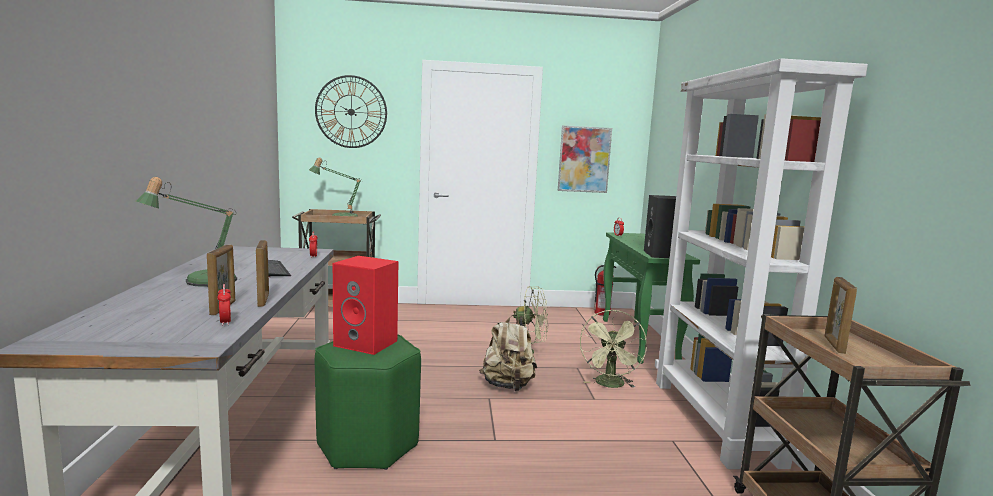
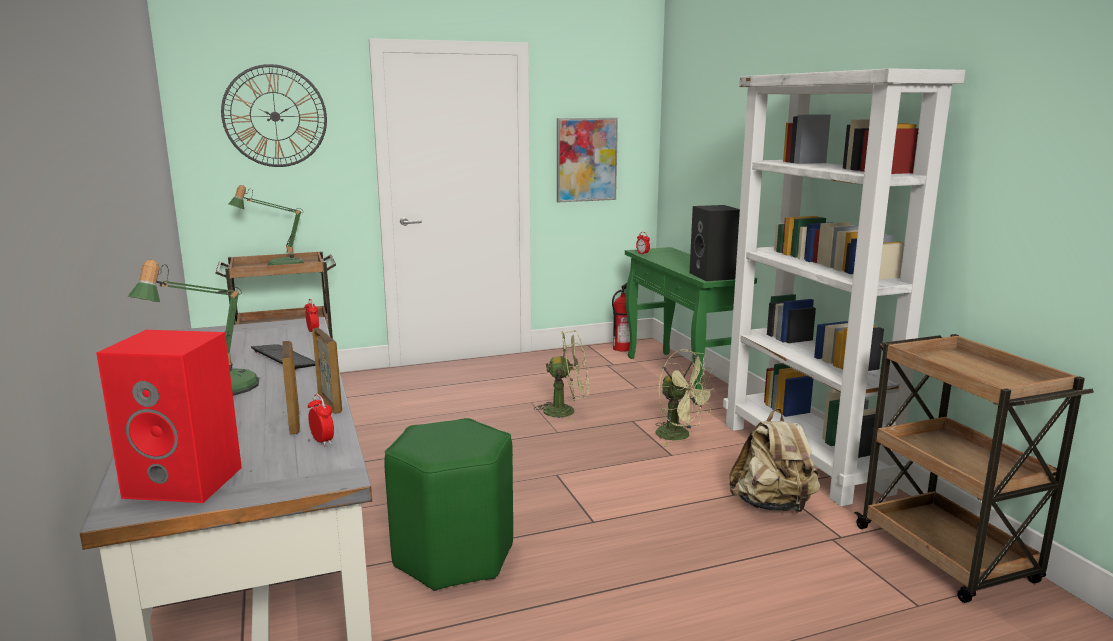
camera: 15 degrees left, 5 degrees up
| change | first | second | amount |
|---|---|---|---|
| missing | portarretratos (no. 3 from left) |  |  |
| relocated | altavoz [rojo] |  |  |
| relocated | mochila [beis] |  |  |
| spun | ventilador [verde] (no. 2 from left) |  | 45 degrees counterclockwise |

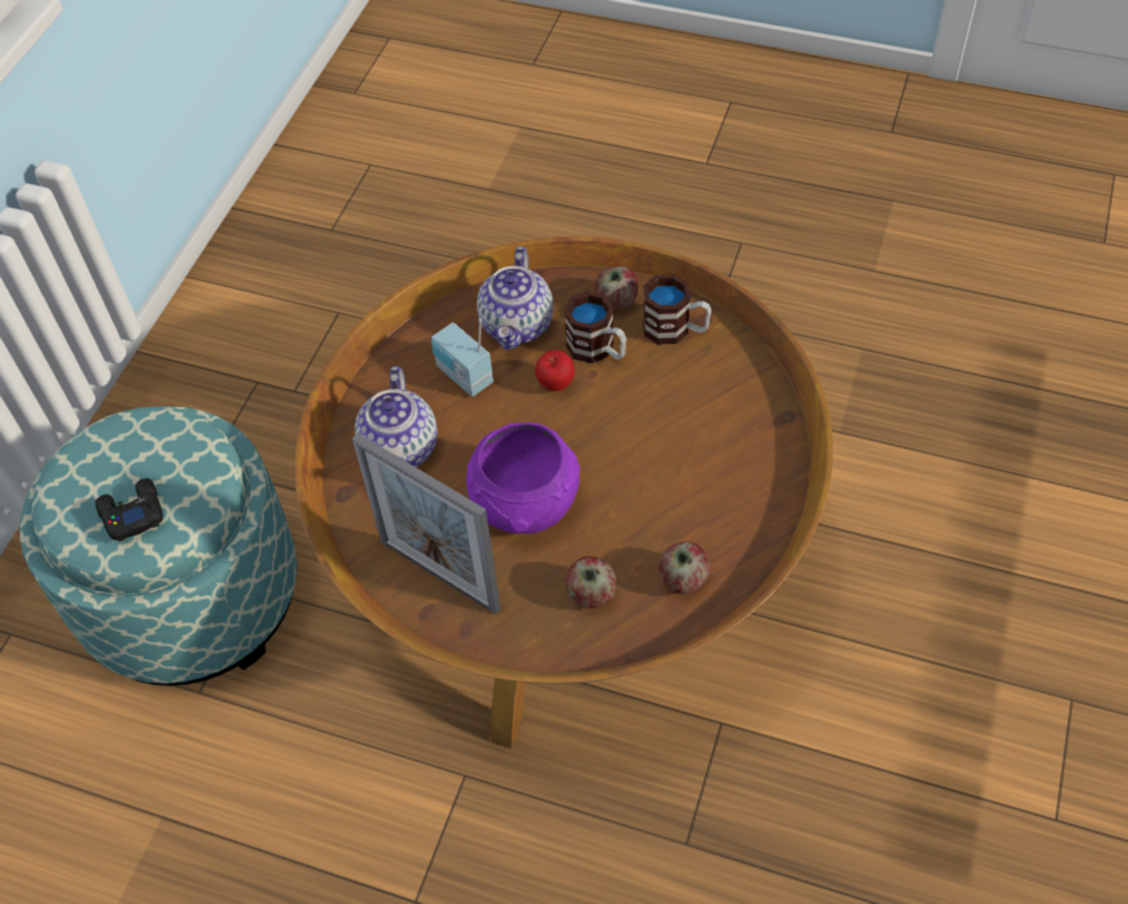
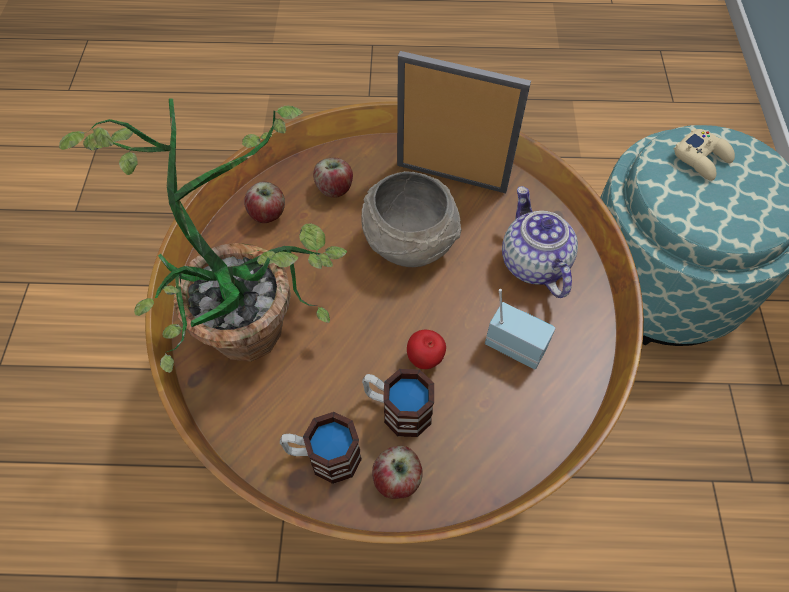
camera: 160 degrees right, 5 degrees up
| change | first | second | amount |
|---|---|---|---|
| missing | tetera (no. 2 from left) |  |  |
| appeared |  | planta en maceta |  |
| colour | mando de consola [negro] | mando de consola [beis] |  |
| colour | cuenco [morado] | cuenco [gris] |  |

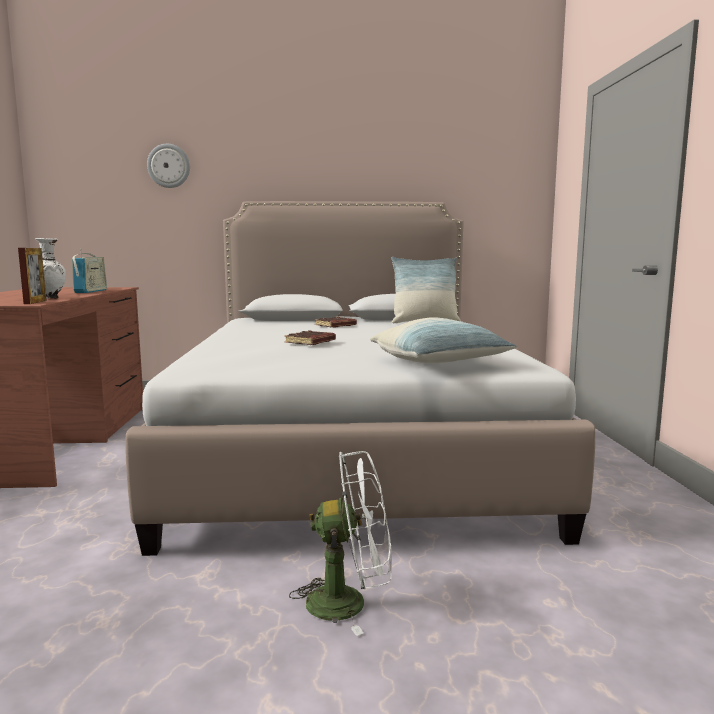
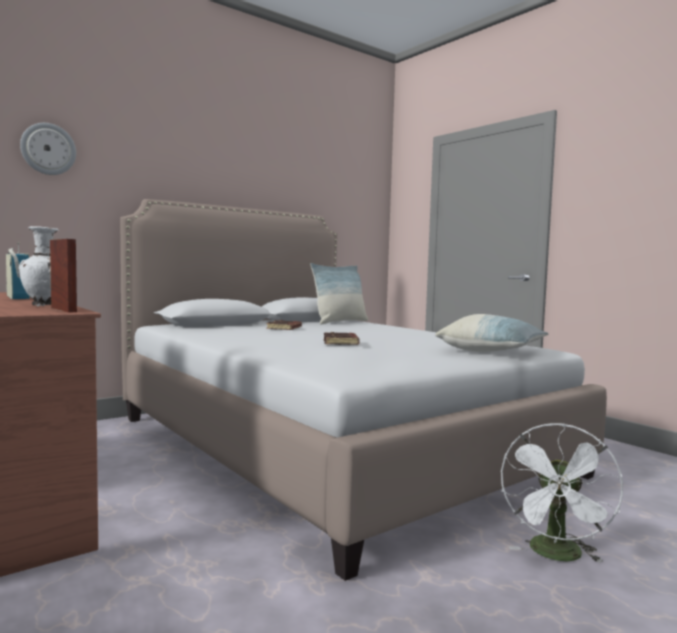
camera: 35 degrees left, 5 degrees down
| change | first | second | amount |
|---|---|---|---|
| spun | ventilador [blanco] |  | 150 degrees clockwise |

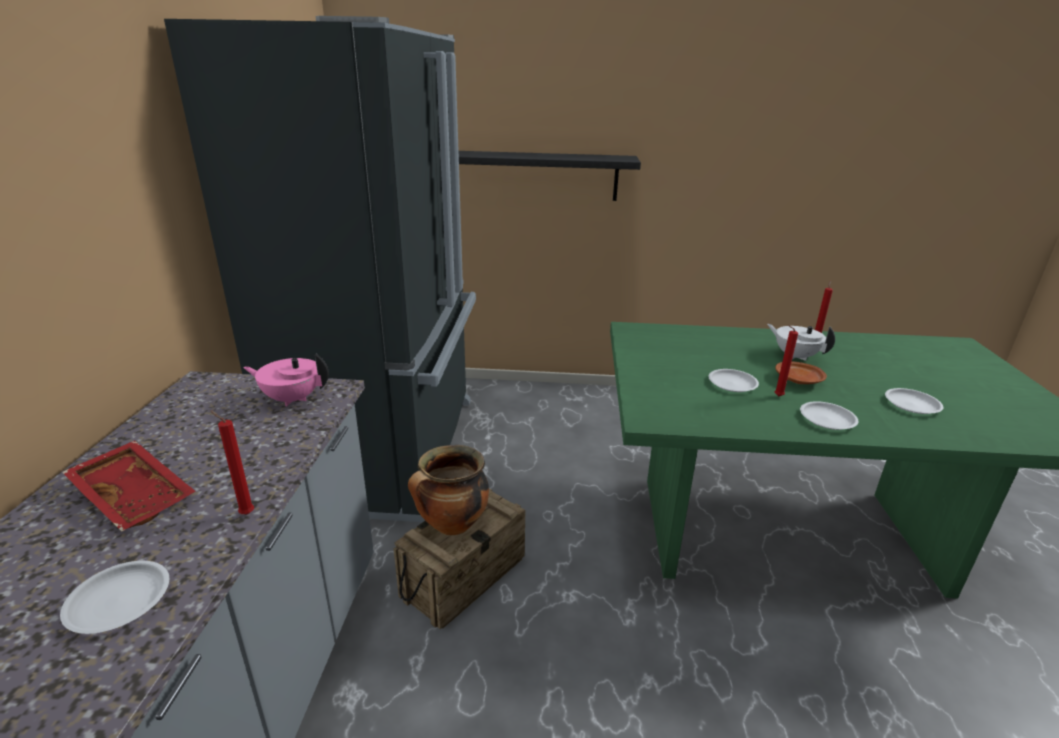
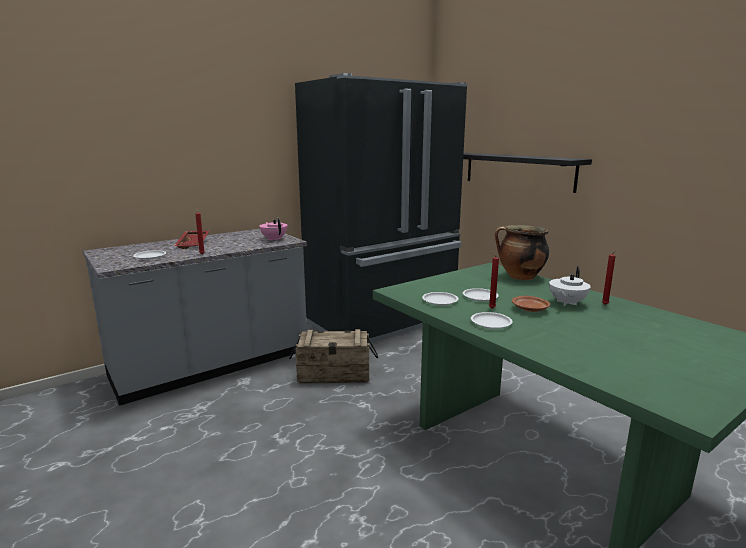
camera: 50 degrees right, 10 degrees down
| change | first | second | amount |
|---|---|---|---|
| relocated | olla |  |  |
| relocated | plato [blanco] (no. 4 from left in the first image) | plato [blanco] (no. 2 from left) |  |
| spun | tetera [blanco] |  | 150 degrees counterclockwise |

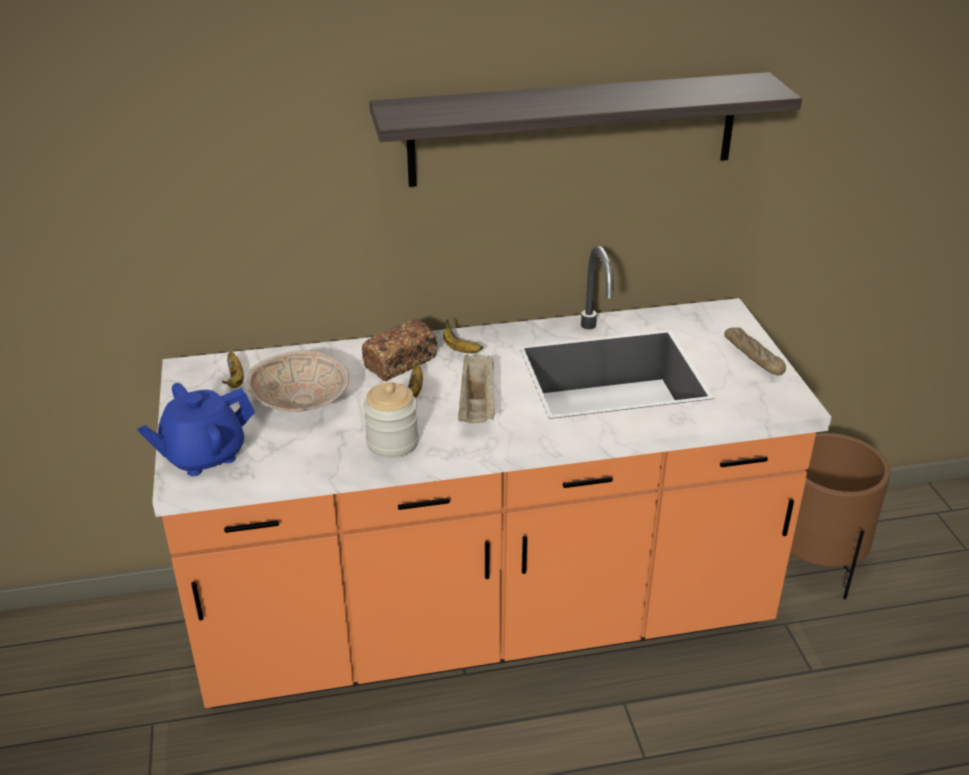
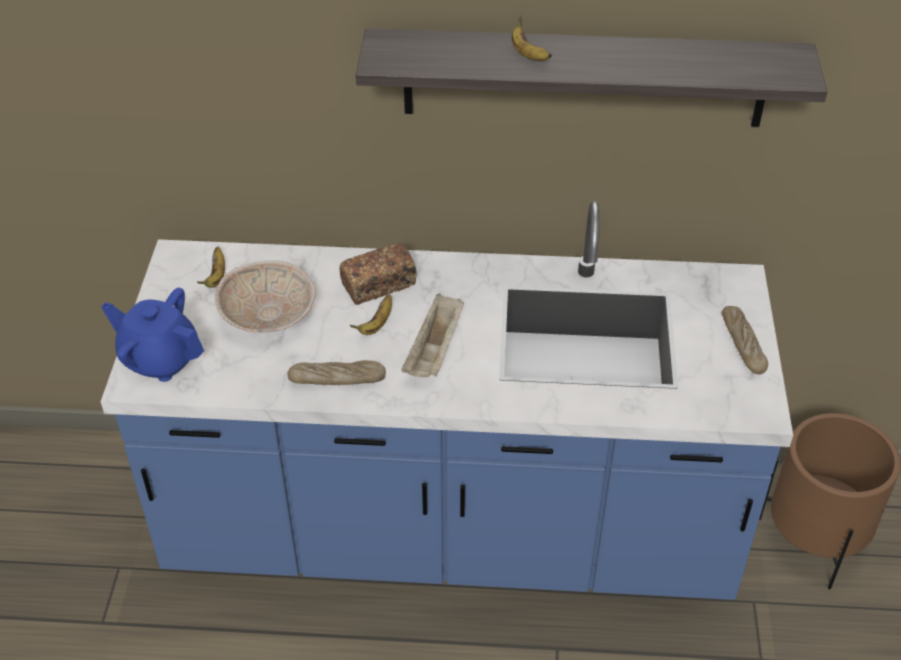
camera: 15 degrees right, 10 degrees up
| change | first | second | amount |
|---|---|---|---|
| relocated | plátano (no. 3 from left) |  |  |
| exchanged | tarro | pan (no. 1 from left) |  |
| colour | mueble bajo de cocina [naranja] | mueble bajo de cocina [azul] |  |
| spun | tetera [azul] |  | 45 degrees clockwise |

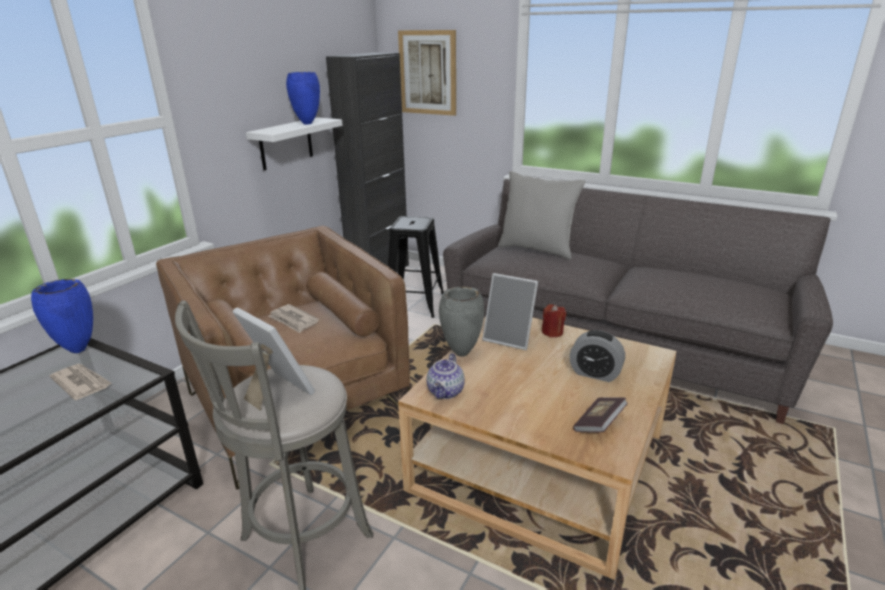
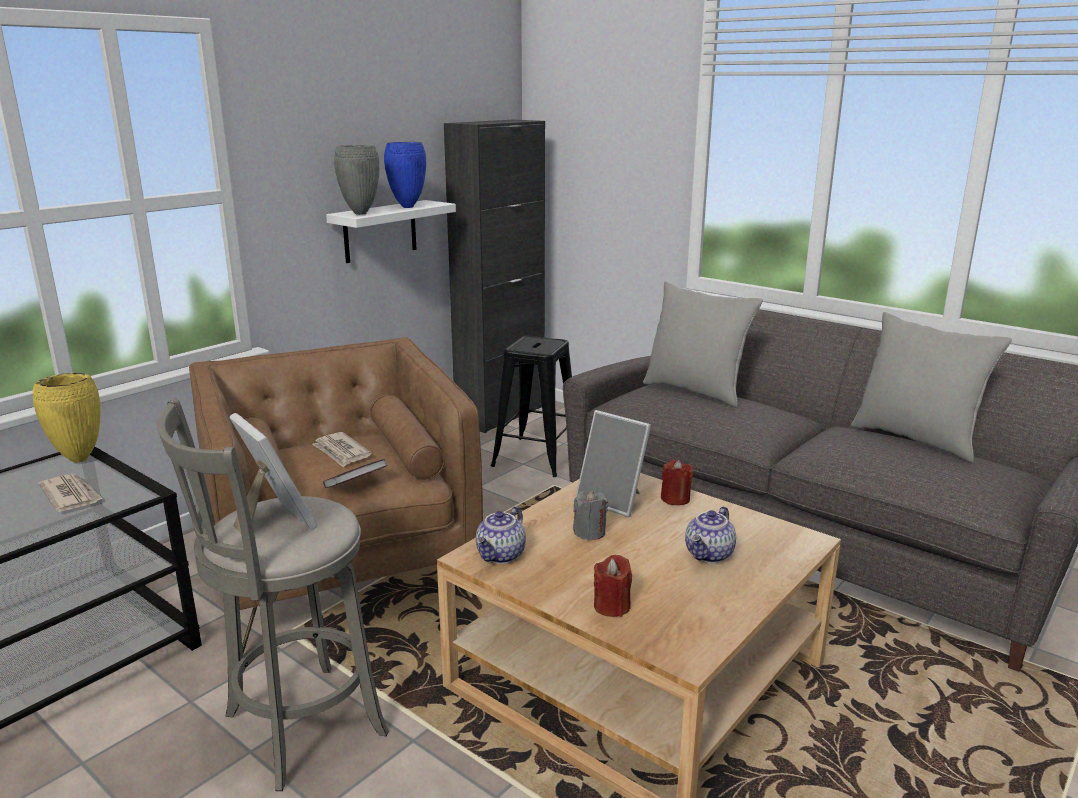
camera: 10 degrees right, 5 degrees down
| change | first | second | amount |
|---|---|---|---|
| missing | cuadro |  |  |
| appeared |  | vela [gris] |  |
| appeared |  | vela [rojo] (no. 1 from left) |  |
| appeared |  | cojín [gris] (no. 2 from left) |  |
| relocated | florero [gris] |  |  |
| relocated | libro |  |  |
| exchanged | despertador | tetera (no. 2 from left) |  |
| colour | florero [azul] (no. 1 from left) | florero [amarillo] |  |

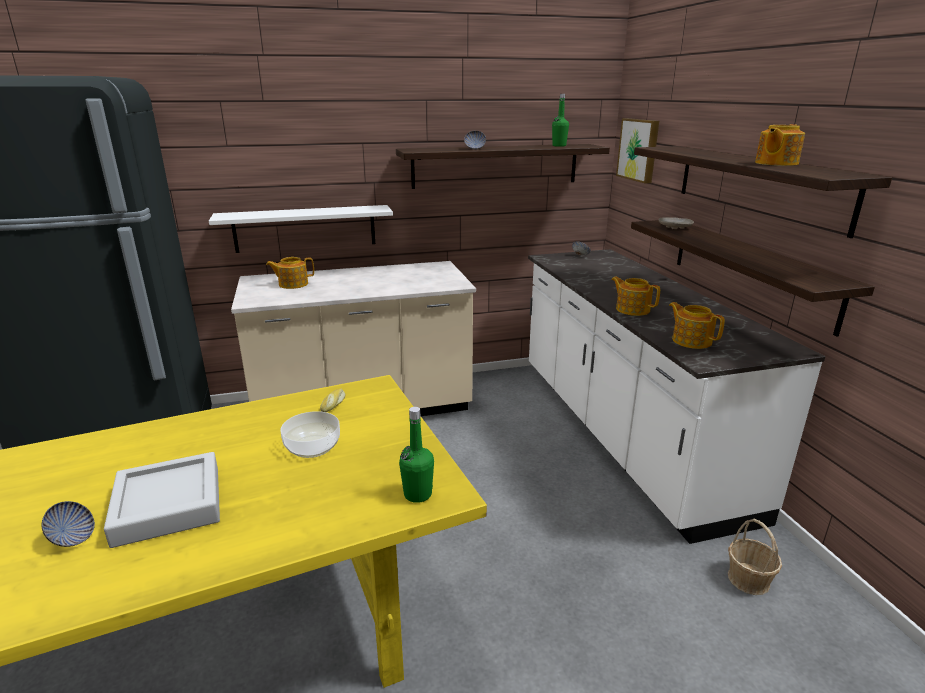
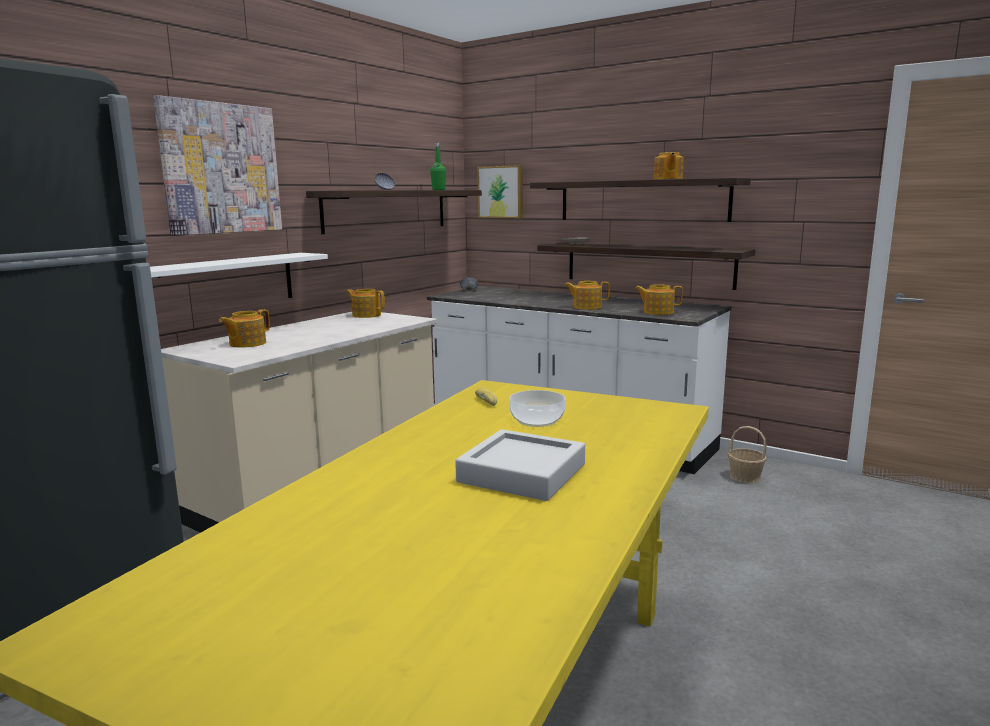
camera: 40 degrees left, 10 degrees down
| change | first | second | amount |
|---|---|---|---|
| missing | cuenco (no. 1 from left) |  |  |
| missing | botella [verde] (no. 1 from left) |  |  |
| appeared |  | cuadro (no. 1 from left) |  |
| appeared |  | tetera (no. 2 from left) |  |

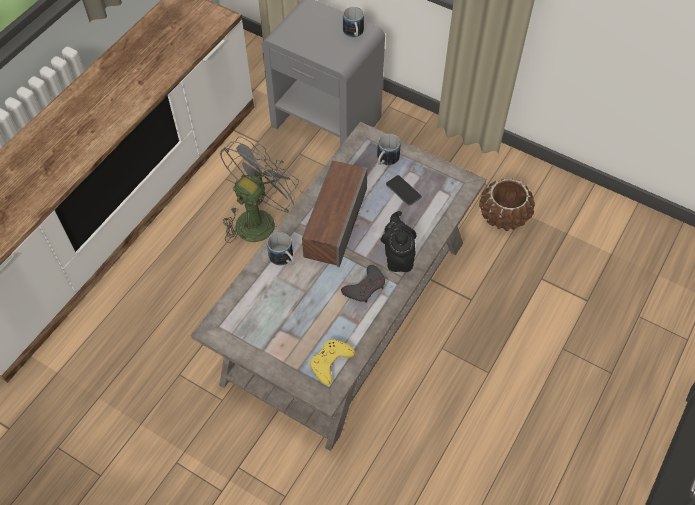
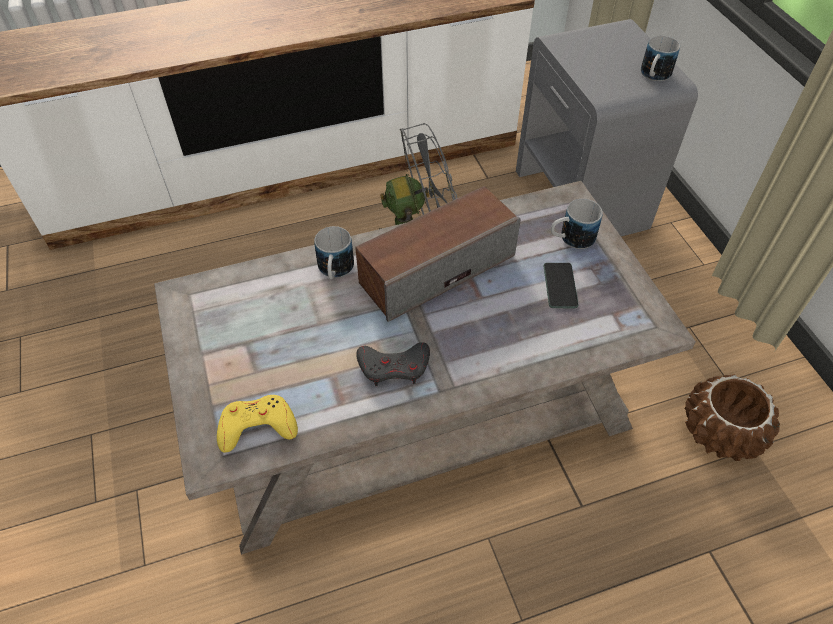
camera: 40 degrees right, 5 degrees down
| change | first | second | amount |
|---|---|---|---|
| missing | tetera [negro] |  |  |

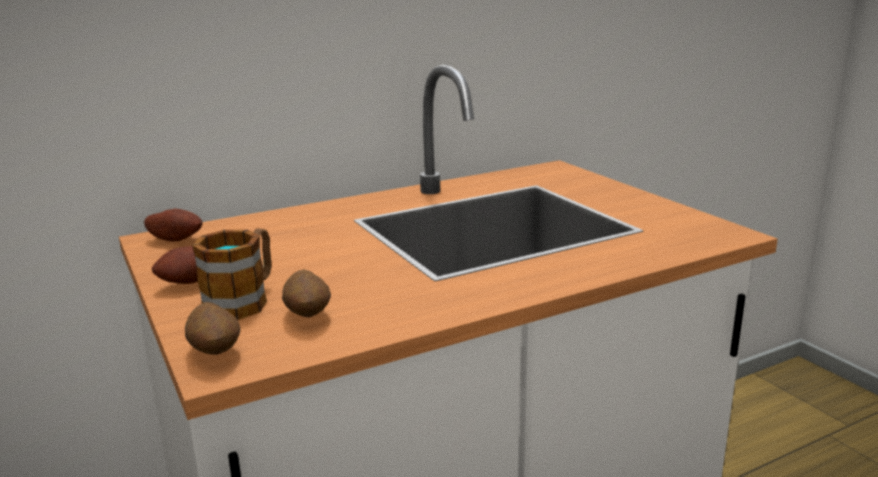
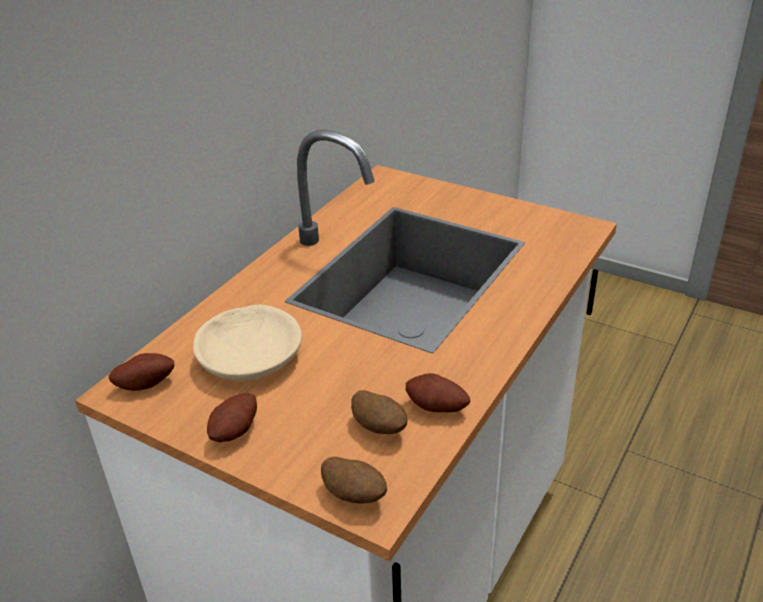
camera: 30 degrees left, 15 degrees up
| change | first | second | amount |
|---|---|---|---|
| missing | taza grande |  |  |
| appeared |  | cuenco [beis] |  |
| appeared |  | patata (no. 5 from left) |  |

